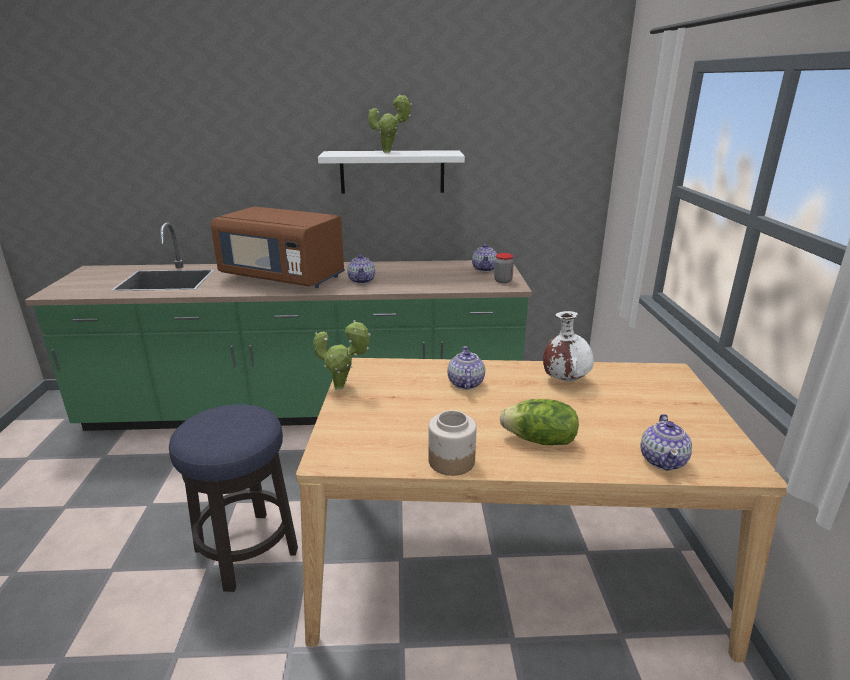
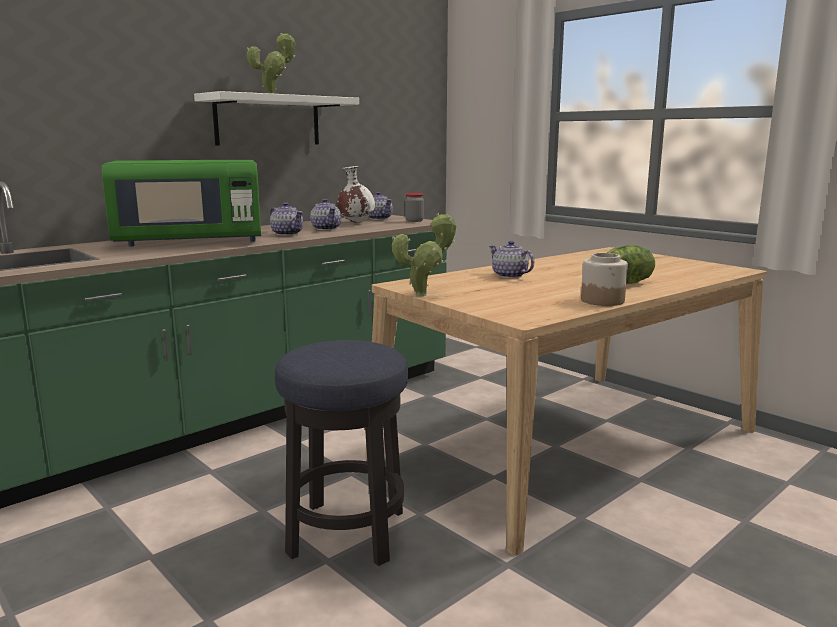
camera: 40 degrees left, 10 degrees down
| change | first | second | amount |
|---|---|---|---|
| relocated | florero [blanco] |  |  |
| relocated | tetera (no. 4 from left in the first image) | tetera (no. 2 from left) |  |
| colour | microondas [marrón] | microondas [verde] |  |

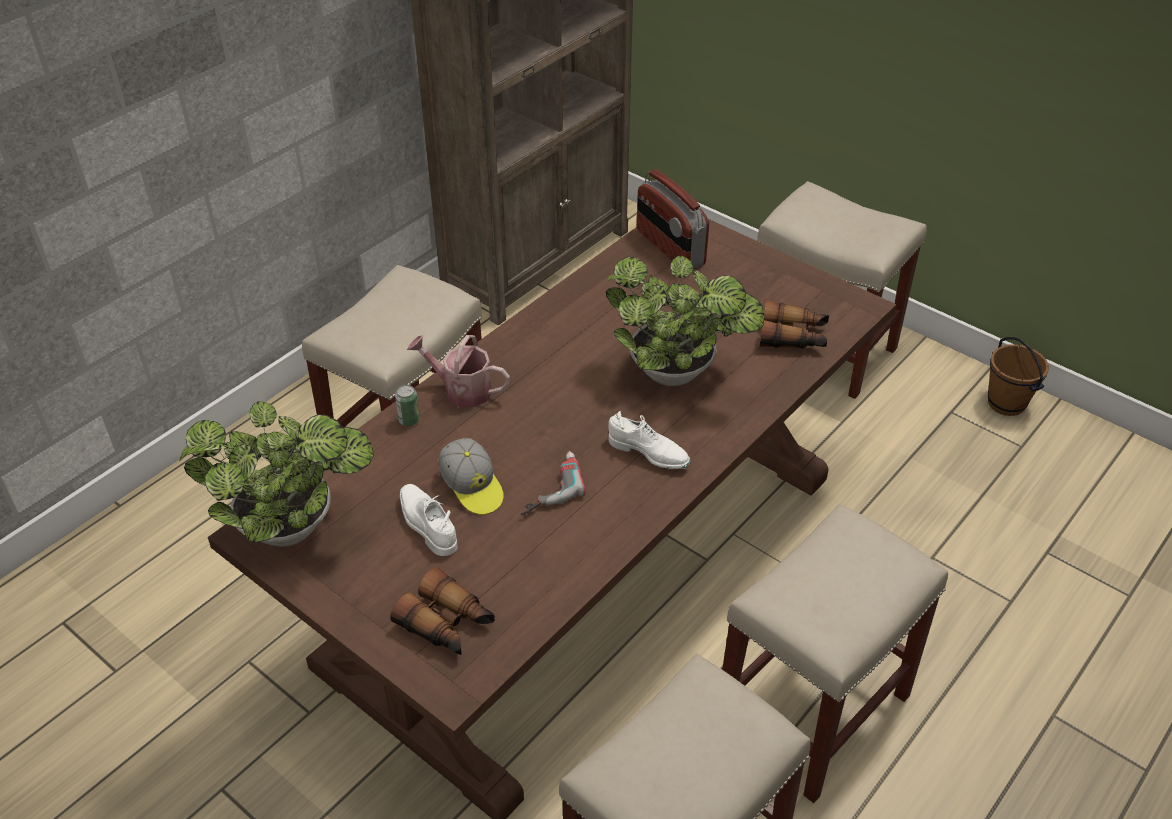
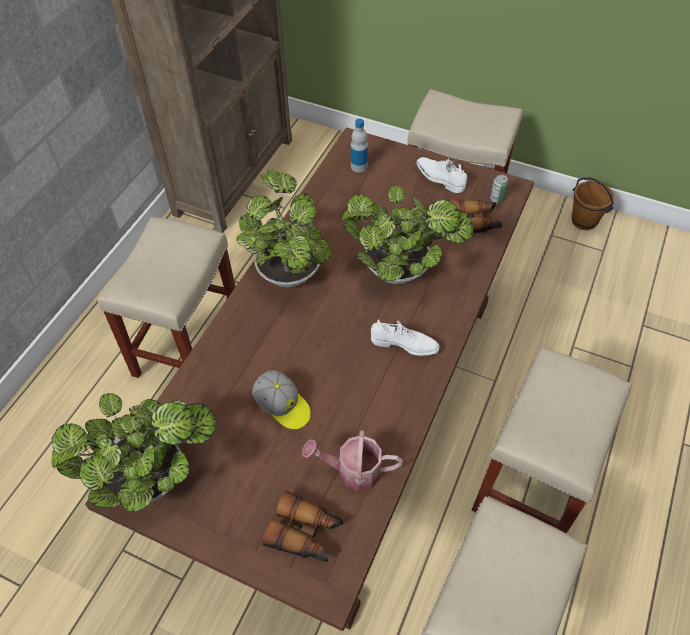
camera: 15 degrees left, 10 degrees up
| change | first | second | amount |
|---|---|---|---|
| missing | taladro |  |  |
| appeared |  | planta en maceta (no. 2 from left) |  |
| relocated | lata |  |  |
| relocated | zapato [blanco] (no. 1 from left in the first image) | zapato [blanco] (no. 2 from left) |  |
| relocated | regadera |  |  |
| exchanged | radio | botella |  |

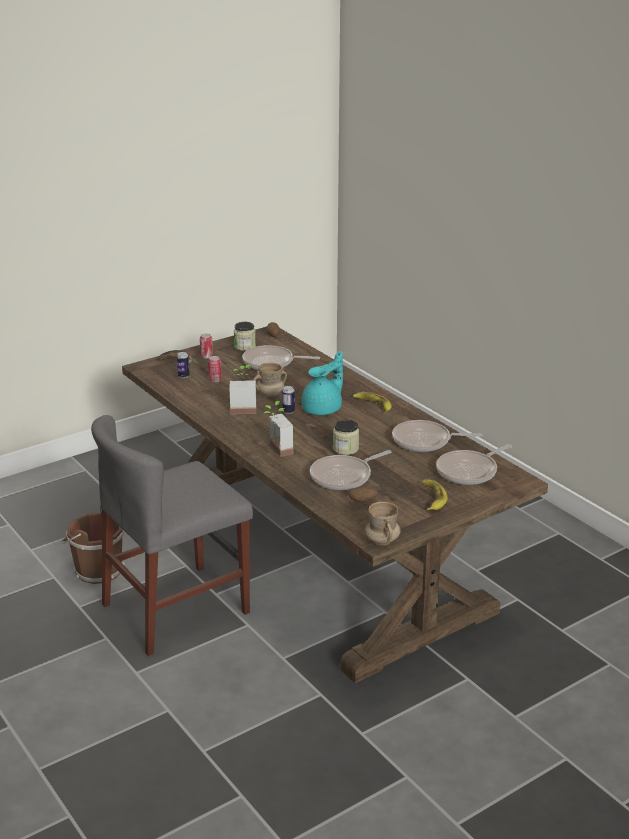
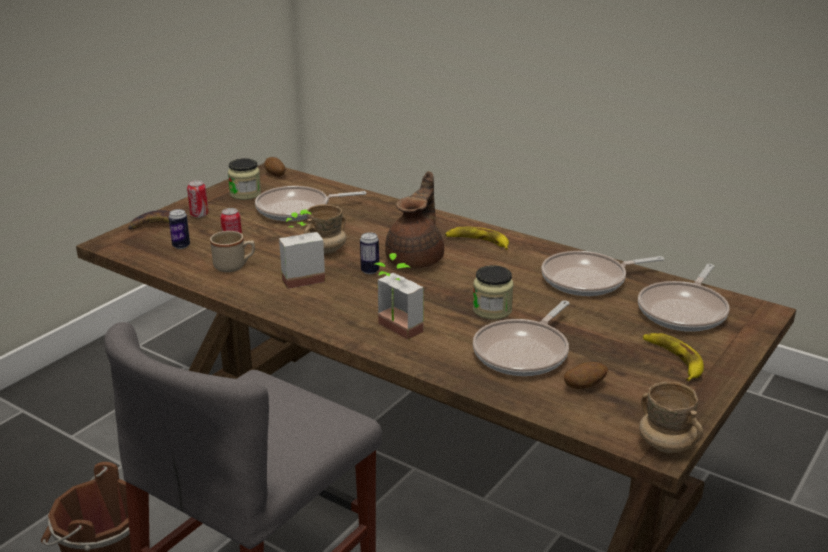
camera: 20 degrees left, 0 degrees up
| change | first | second | amount |
|---|---|---|---|
| appeared |  | taza grande [beis] (no. 1 from left) |  |
| colour | tetera [turquesa] | tetera [marrón] |  |

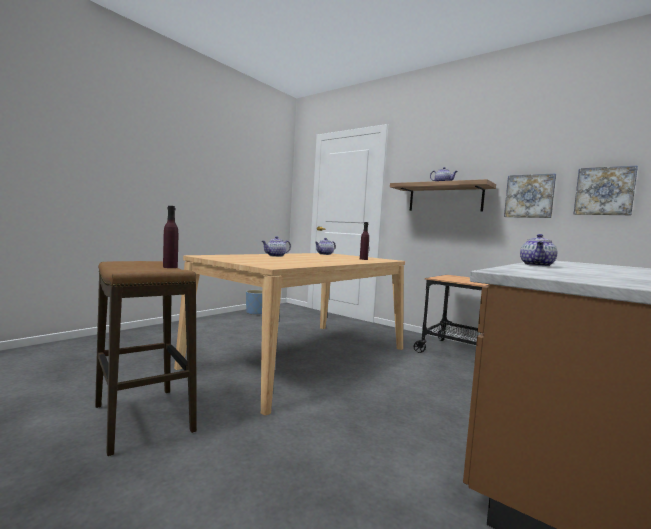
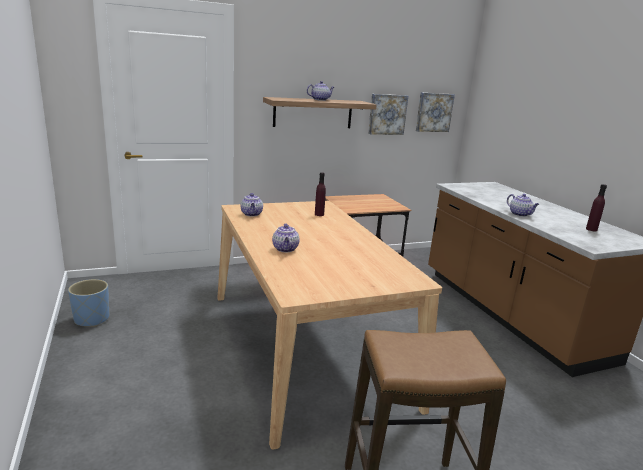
camera: 60 degrees left, 15 degrees up
| change | first | second | amount |
|---|---|---|---|
| relocated | botella [morado] (no. 1 from left in the first image) | botella [morado] (no. 2 from left) |  |

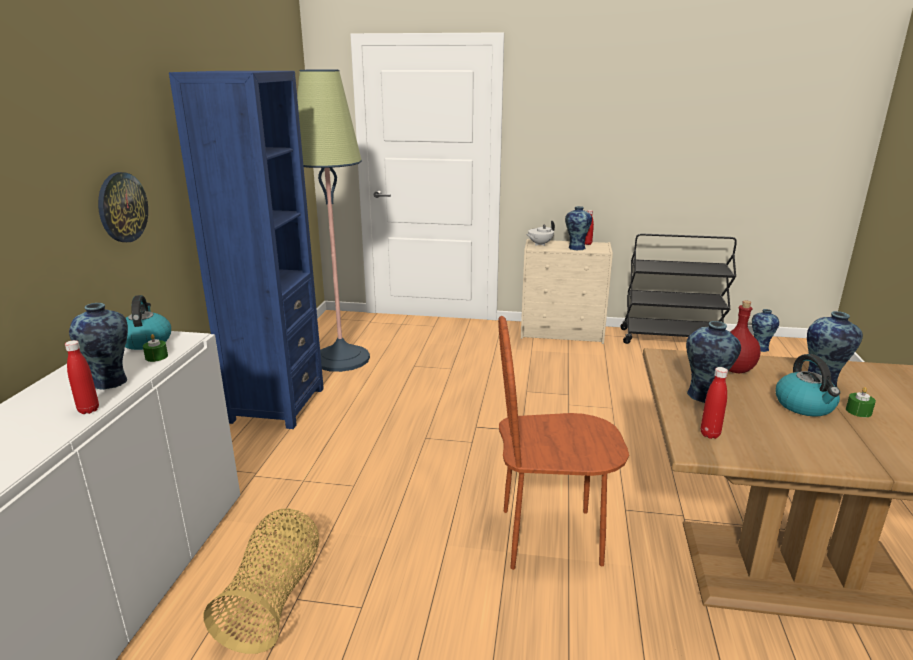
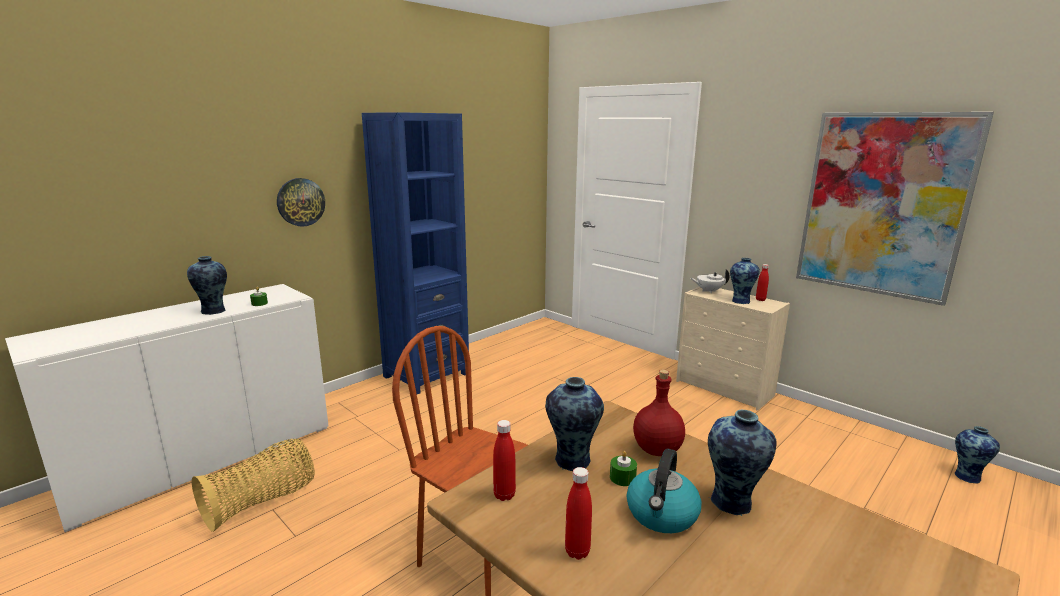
camera: 35 degrees right, 5 degrees down
| change | first | second | amount |
|---|---|---|---|
| missing | hervidor (no. 1 from left) |  |  |
| missing | lámpara de pie |  |  |
| missing | carrito [negro] |  |  |
| appeared |  | cuadro |  |
| relocated | botella [rojo] (no. 1 from left in the first image) | botella [rojo] (no. 2 from left) |  |
| relocated | vela [verde] (no. 2 from left) |  |  |

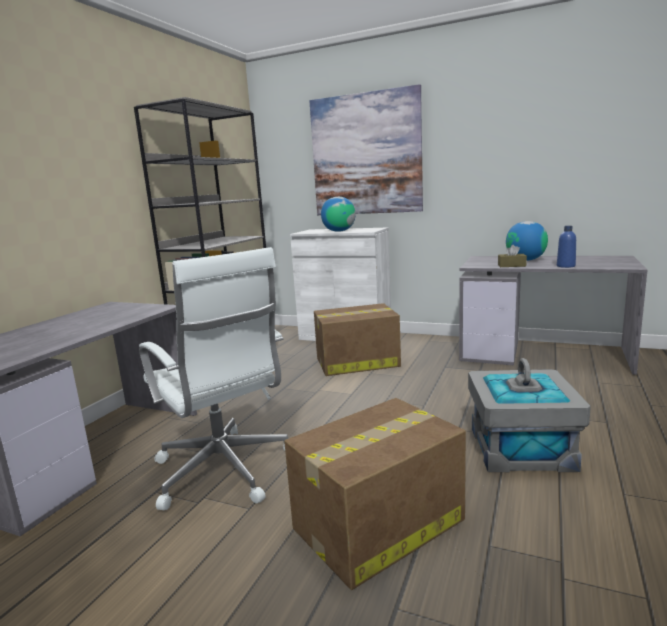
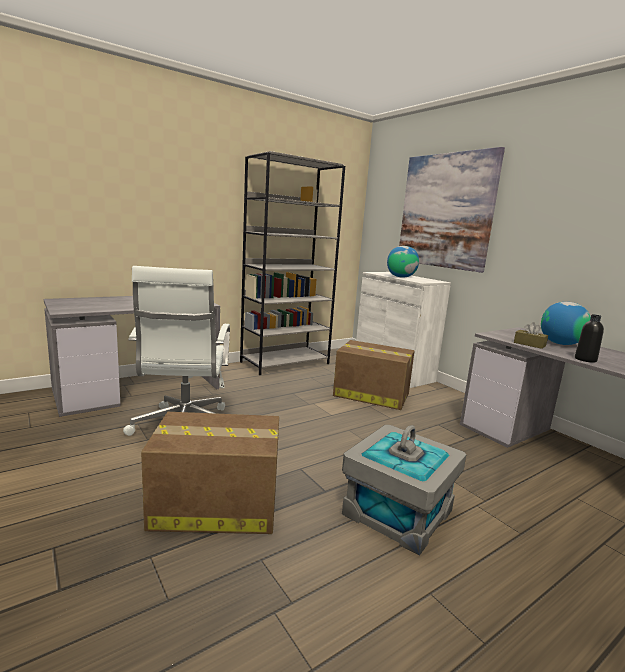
camera: 30 degrees right, 0 degrees up
| change | first | second | amount |
|---|---|---|---|
| colour | botella [azul] | botella [negro] |  |

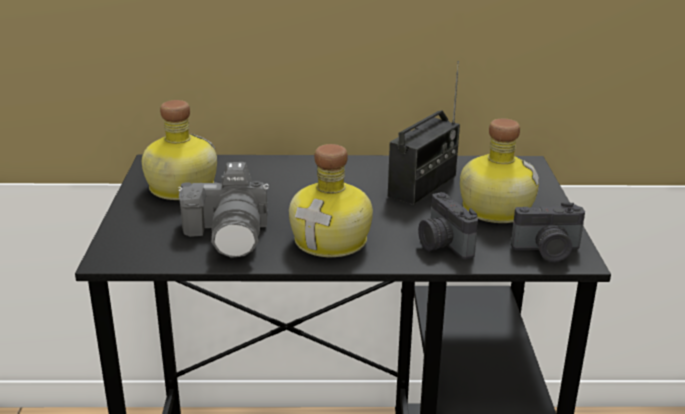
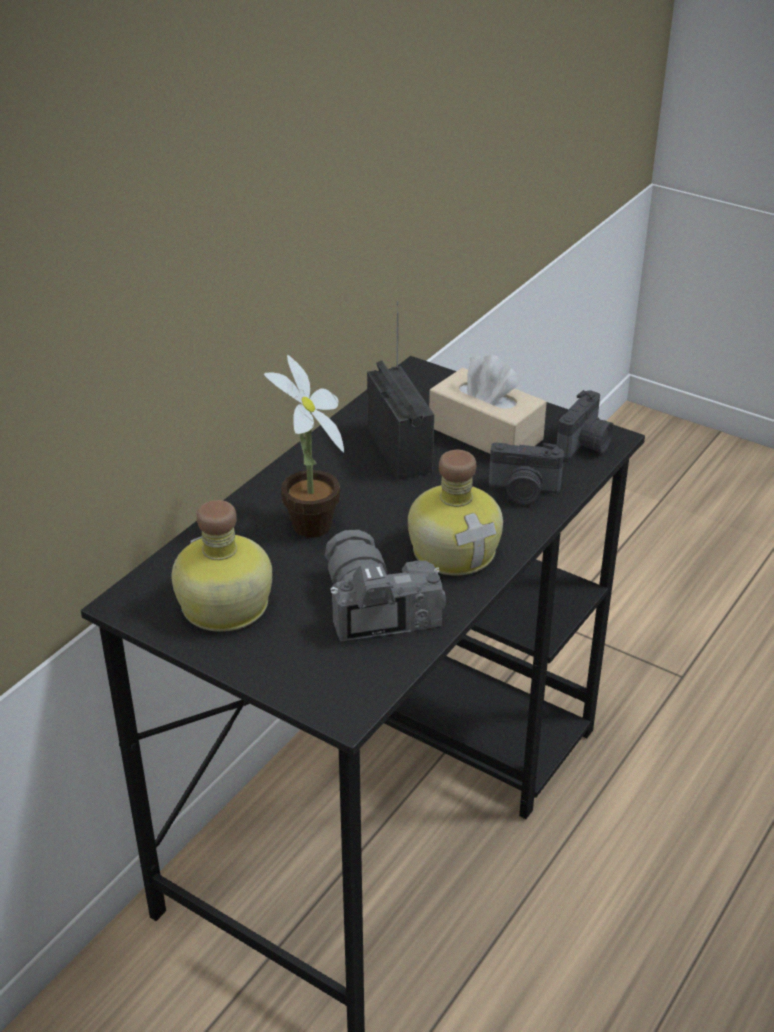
camera: 55 degrees left, 10 degrees up
| change | first | second | amount |
|---|---|---|---|
| appeared |  | planta en maceta |  |
| exchanged | botella (no. 3 from left) | caja de pañuelos [beis] |  |
| spun | cámara (no. 1 from left) |  | 135 degrees counterclockwise |

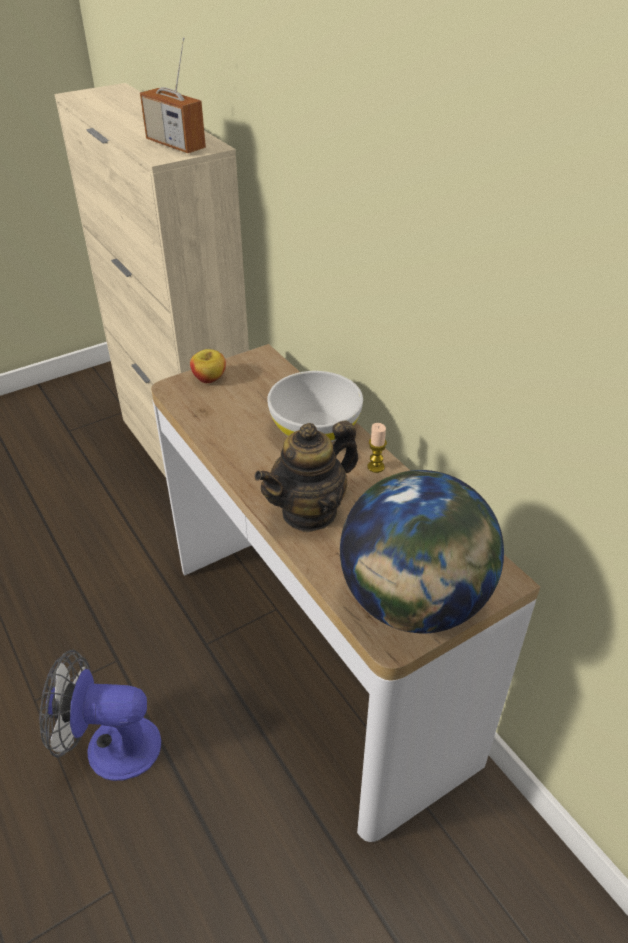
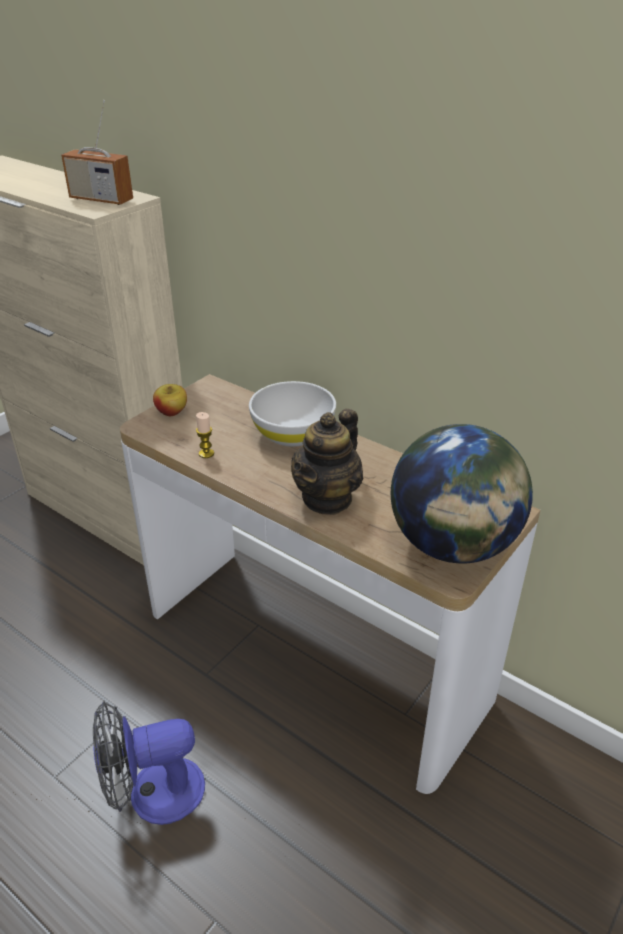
camera: 20 degrees left, 5 degrees down
| change | first | second | amount |
|---|---|---|---|
| relocated | vela |  |  |

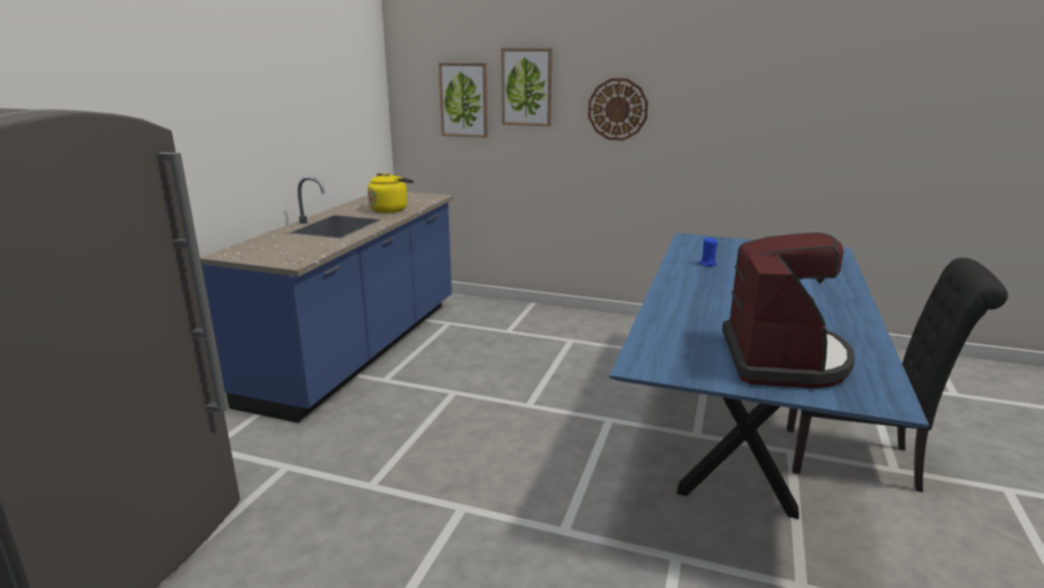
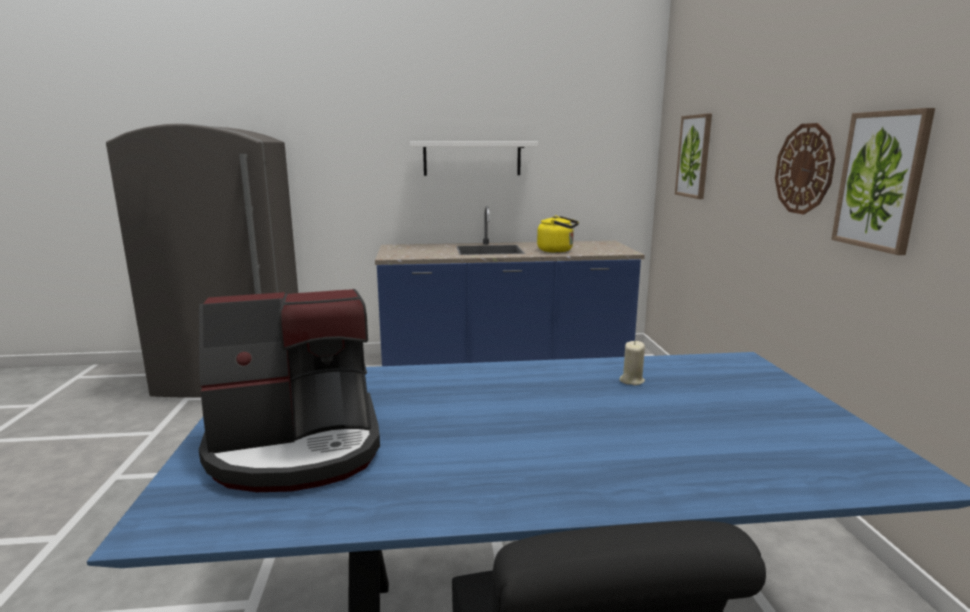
camera: 65 degrees right, 5 degrees down
| change | first | second | amount |
|---|---|---|---|
| appeared |  | estante [blanco] |  |
| relocated | cuadro (no. 2 from left) |  |  |
| colour | vela [azul] | vela [beis] |  |

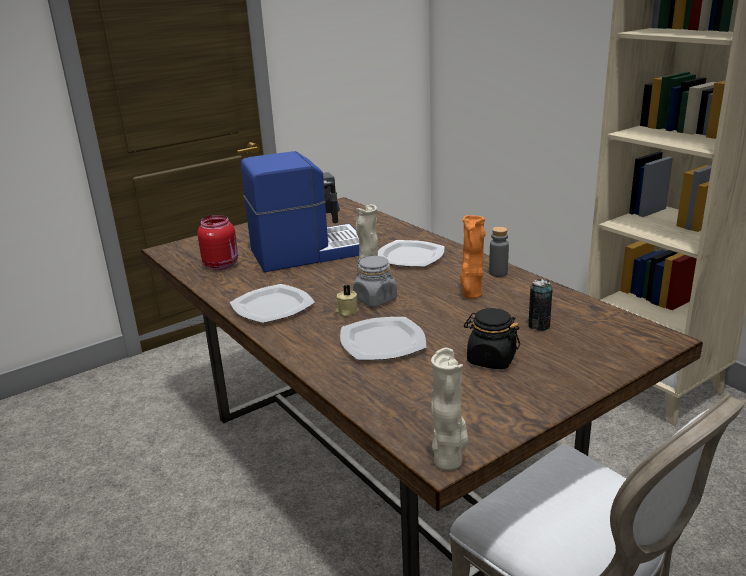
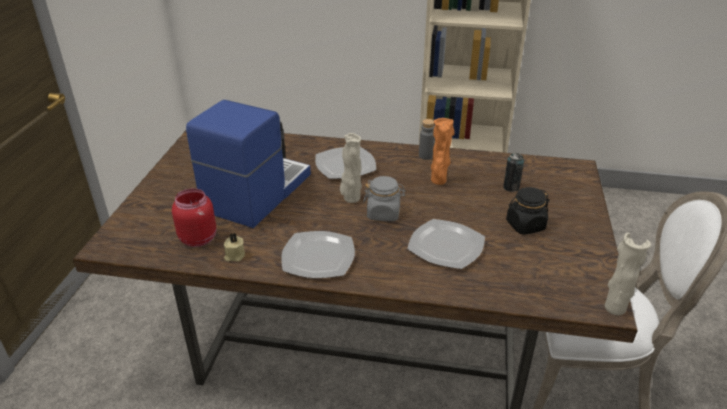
camera: 45 degrees left, 10 degrees up
| change | first | second | amount |
|---|---|---|---|
| relocated | vela [beis] |  |  |

